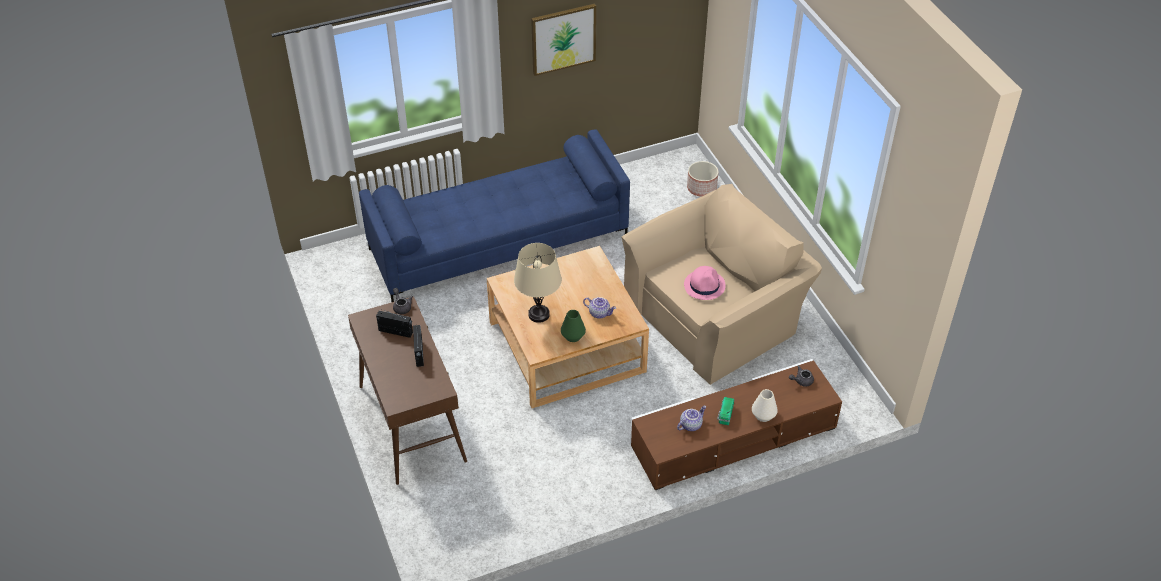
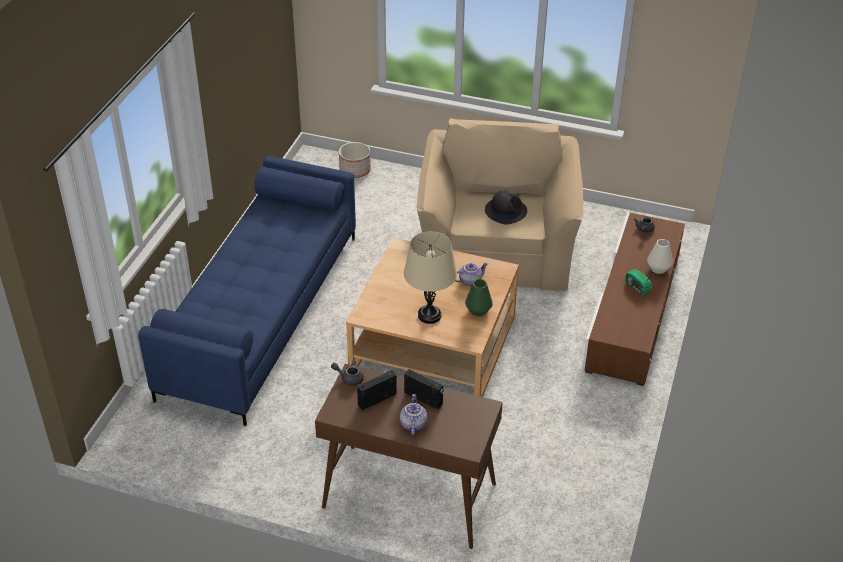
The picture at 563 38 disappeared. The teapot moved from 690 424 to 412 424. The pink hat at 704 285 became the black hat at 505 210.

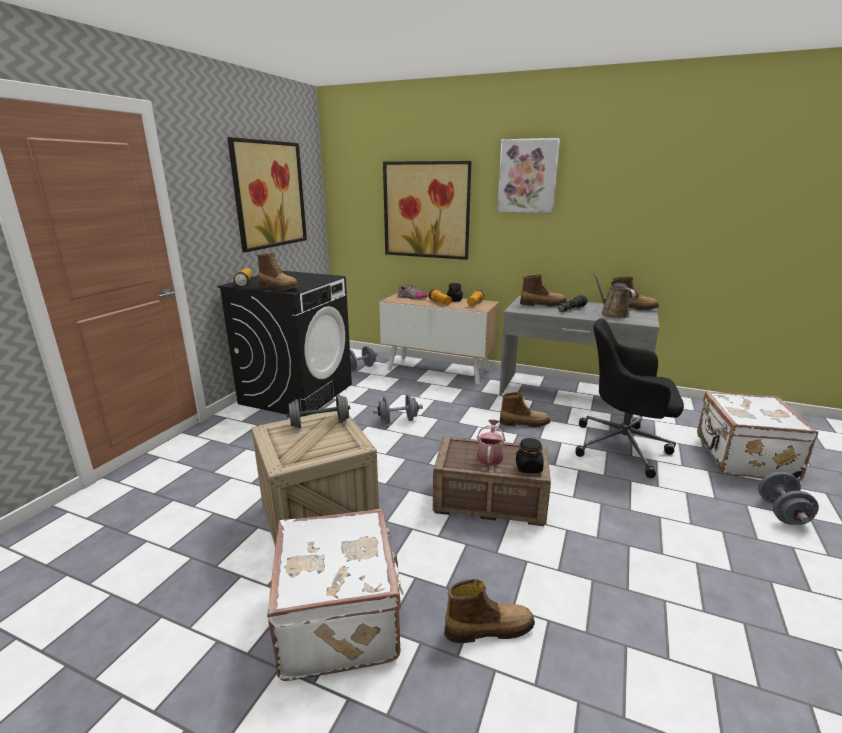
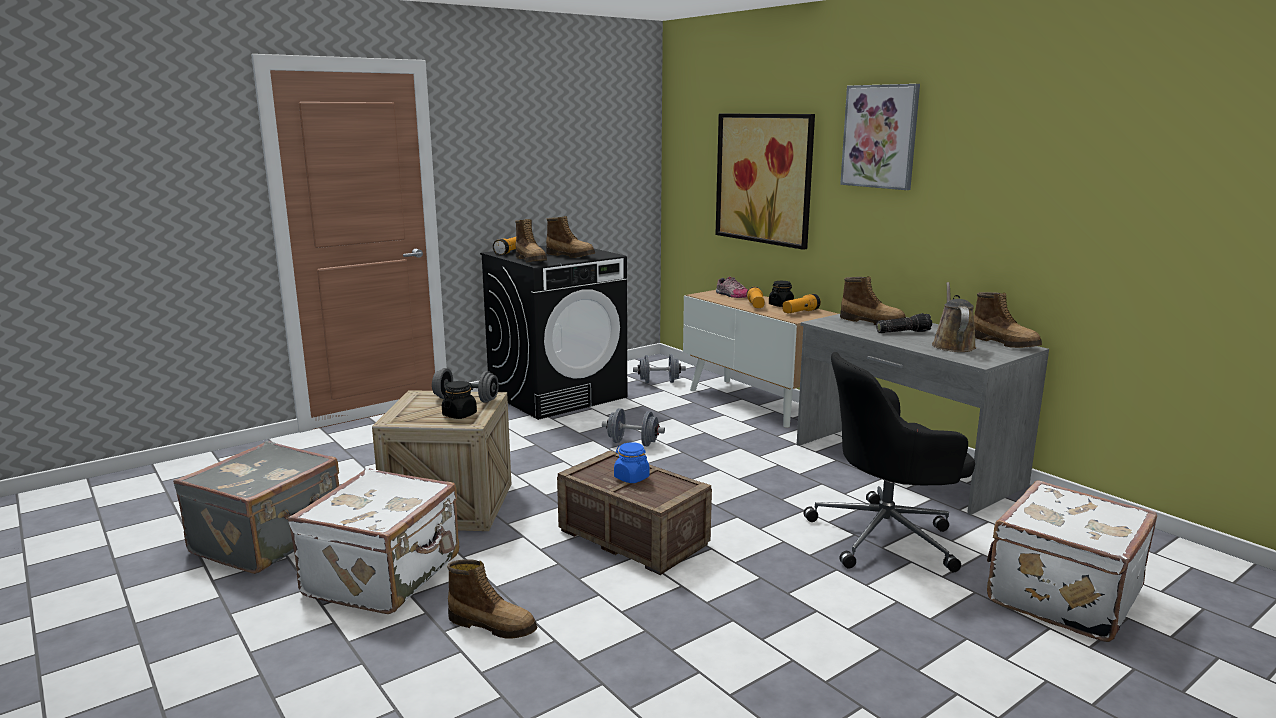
The picture at 269 194 disappeared. The watering can at 490 456 was replaced by the blue jar at 631 478. The boot moved from 524 423 to 571 256. The black jar moved from 528 467 to 459 415. The black office chair at 624 447 turned 60 degrees counterclockwise. The grey dumbbell at 782 512 disappeared. The grey suitcase at 270 540 appeared.

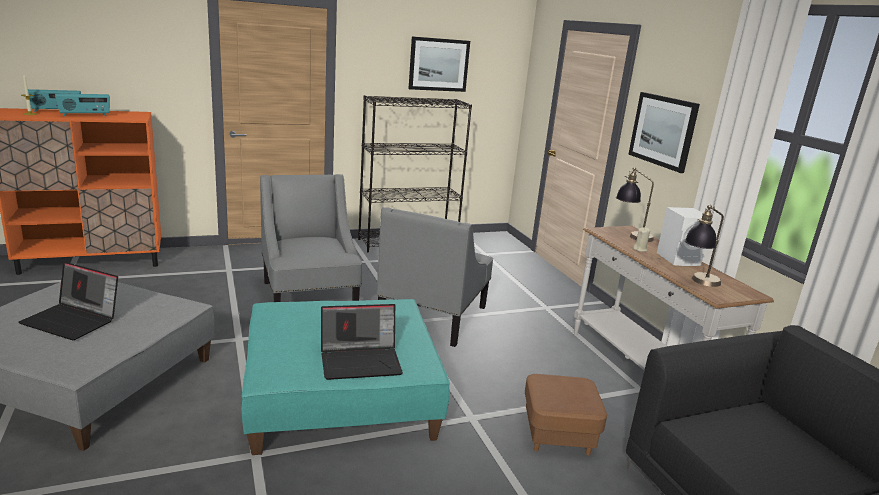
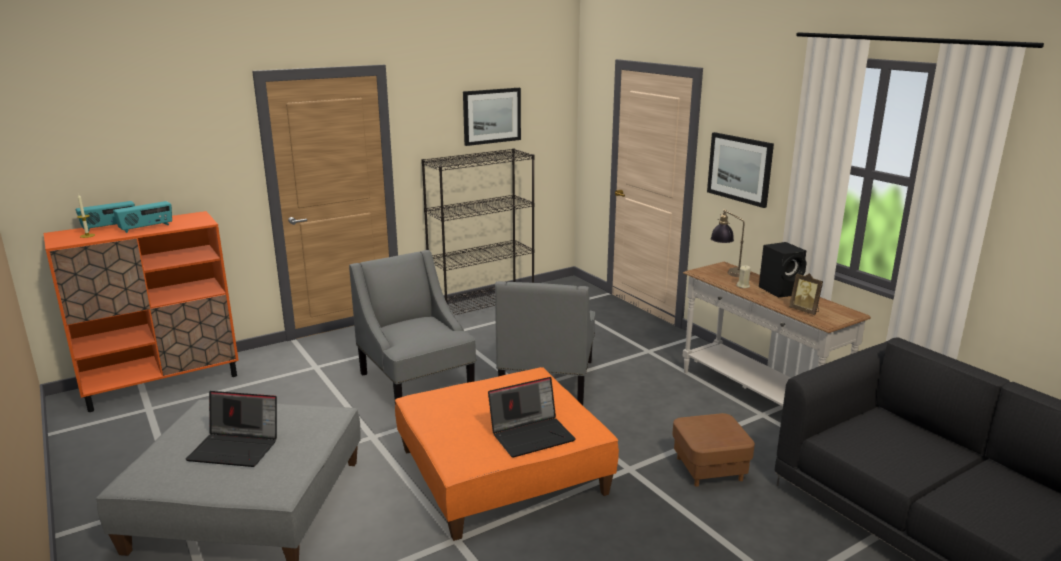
The turquoise ottoman at 341 394 became the orange ottoman at 502 471. The white speaker at 680 259 became the black speaker at 780 290. The table lamp at 698 282 was replaced by the picture frame at 805 311.

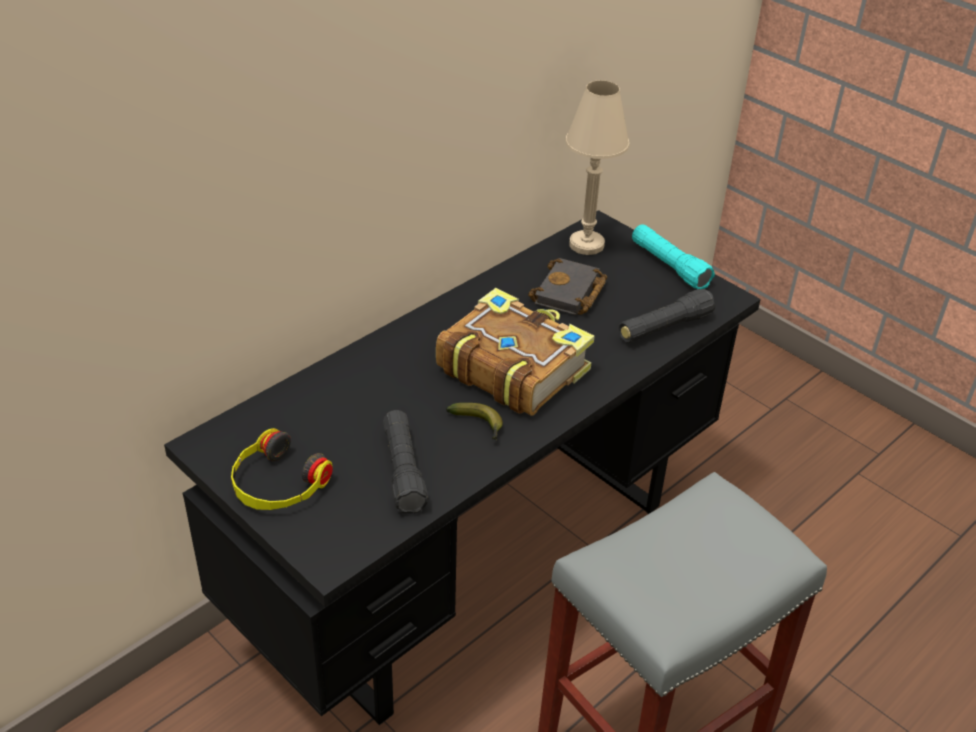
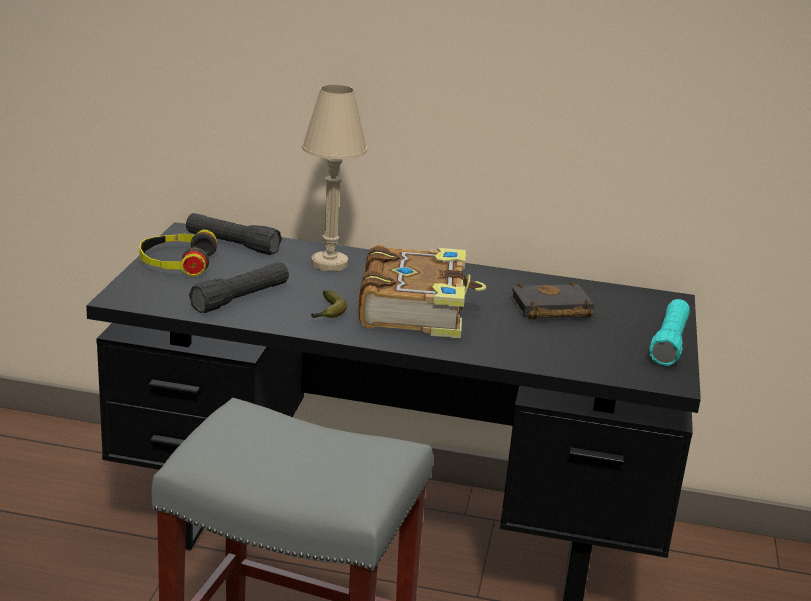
The beige table lamp moved from 586 245 to 329 264. The black flashlight moved from 664 327 to 232 244.

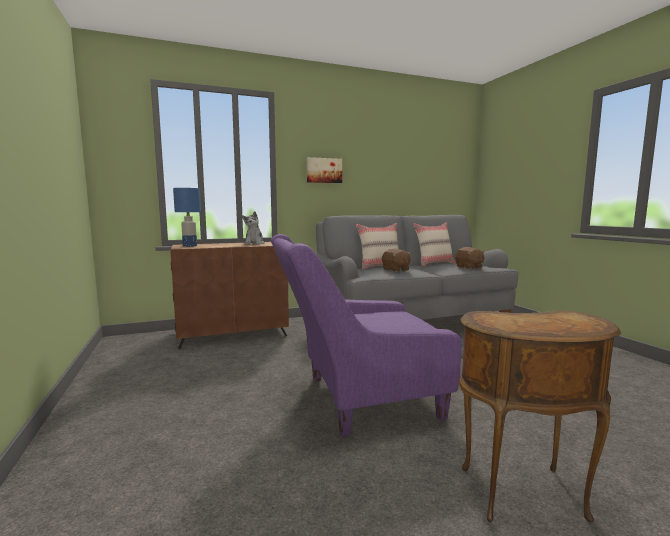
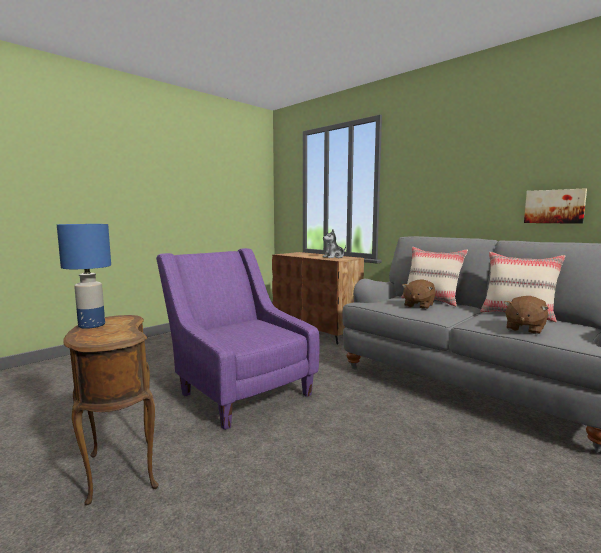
The blue table lamp moved from 189 246 to 91 325. The picture moved from 324 170 to 554 206.

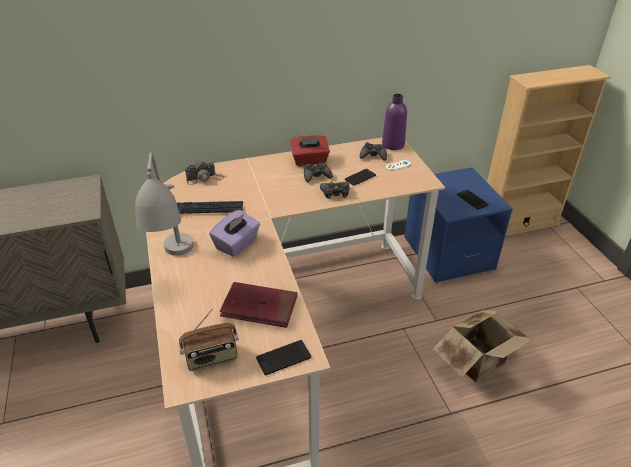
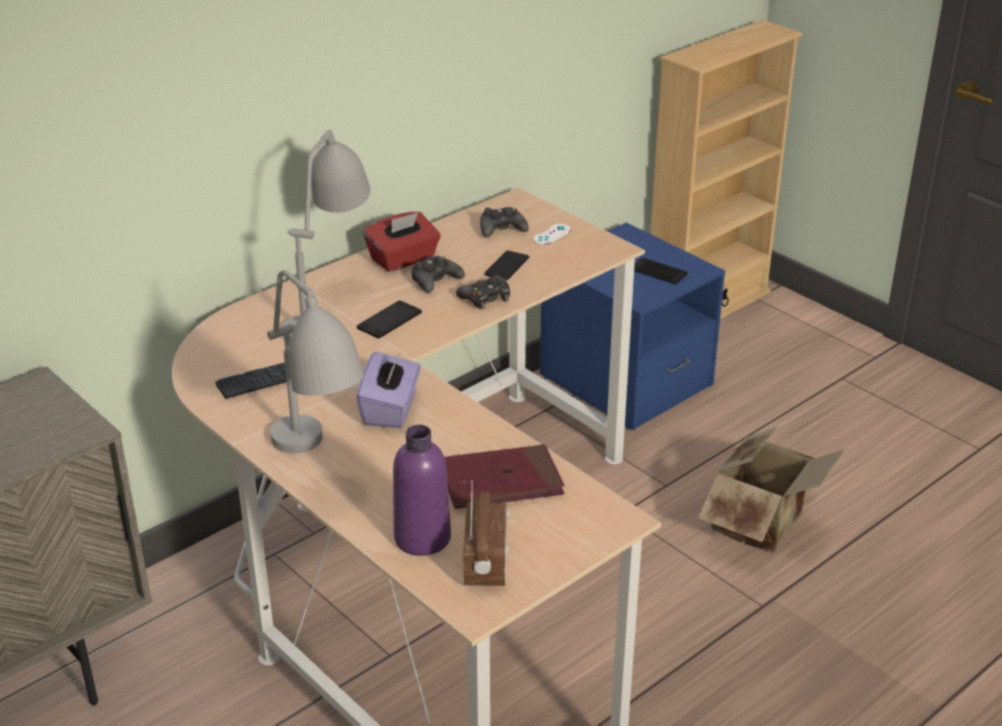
The radio at 212 358 turned 45 degrees counterclockwise. The photo camera at 205 178 disappeared. The phone moved from 283 358 to 389 320. The purple bottle moved from 393 144 to 422 538. The grey table lamp at 331 309 appeared.

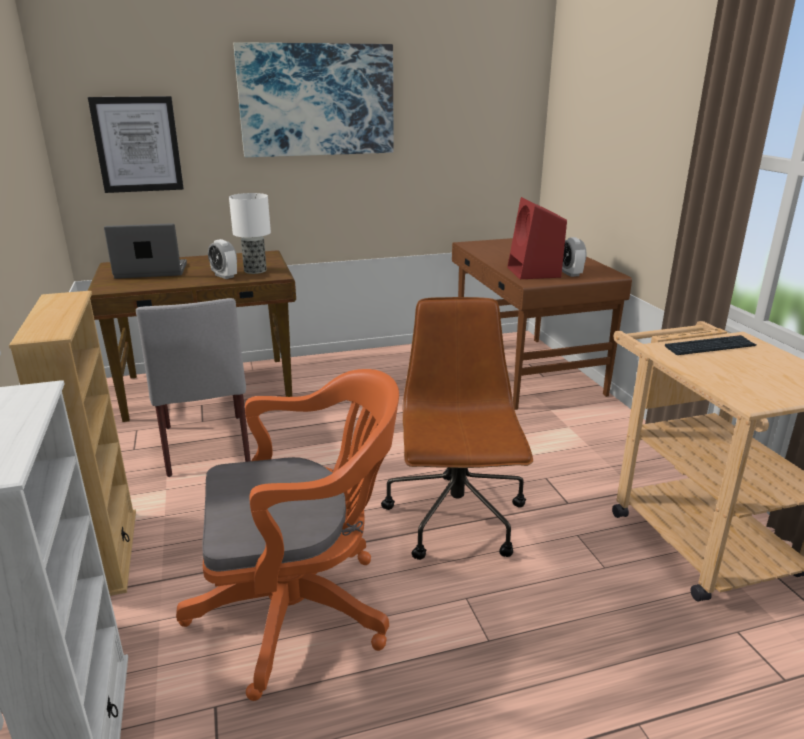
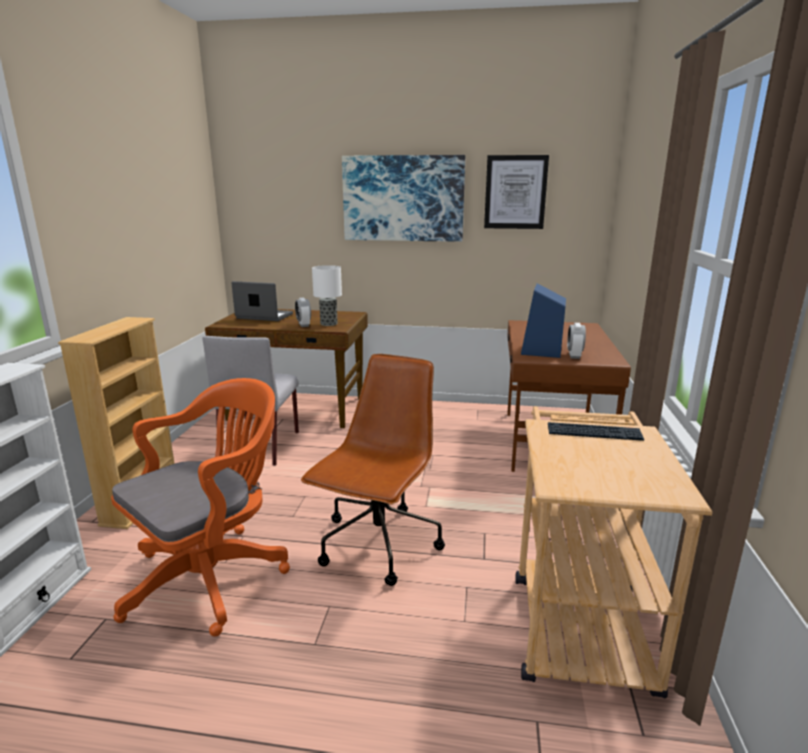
The picture moved from 137 144 to 515 192. The orange office chair at 302 610 turned 60 degrees counterclockwise. The red speaker at 534 273 became the blue speaker at 541 351.

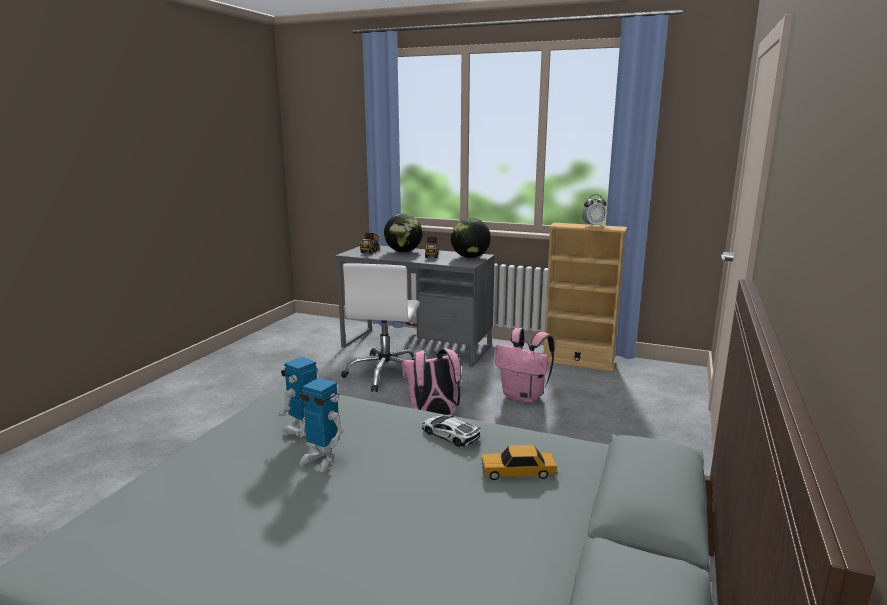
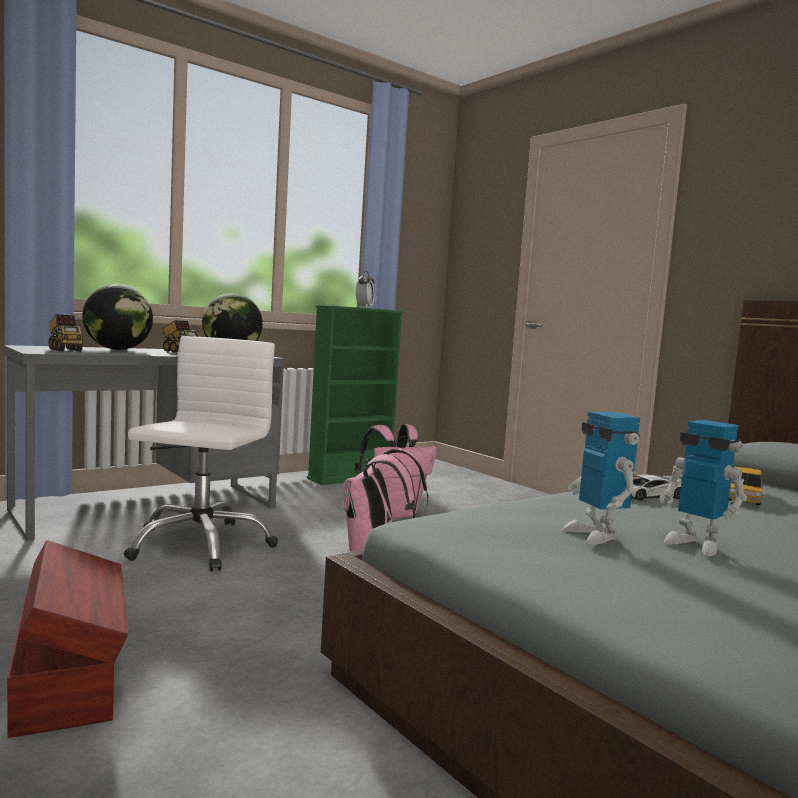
The toy robot at 321 460 turned 75 degrees clockwise. The white office chair at 386 374 turned 120 degrees counterclockwise. The beige bookcase at 578 362 became the green bookcase at 350 477. The brown storage box at 69 677 appeared.

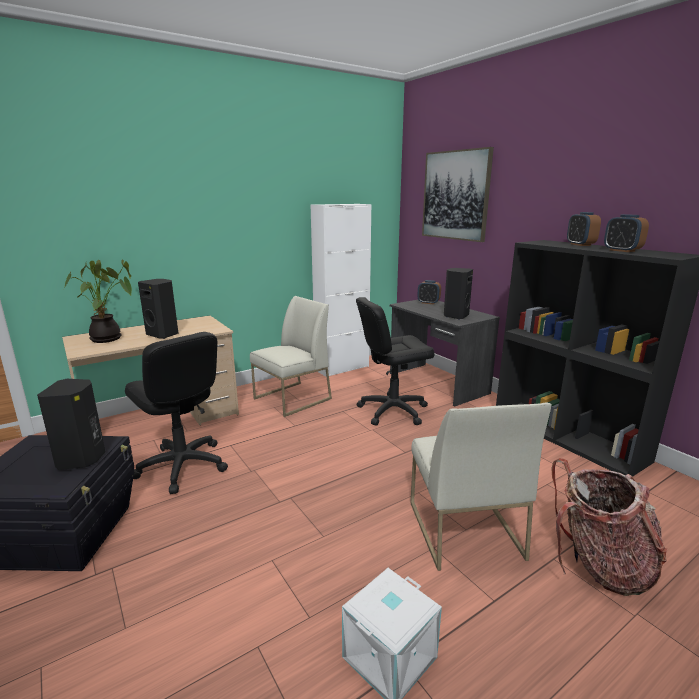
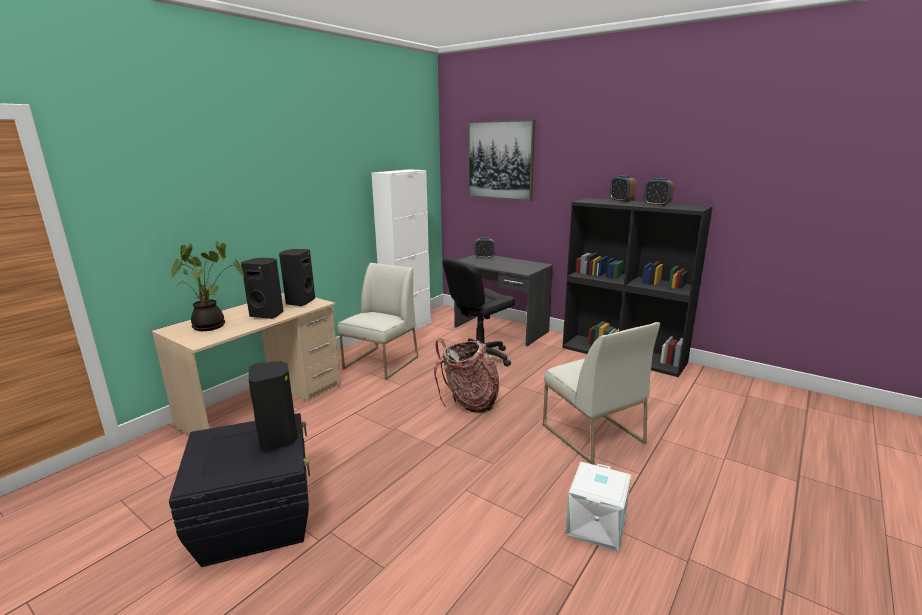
The black office chair at 182 466 disappeared. The black speaker moved from 455 316 to 299 302. The backpack moved from 598 565 to 469 402.

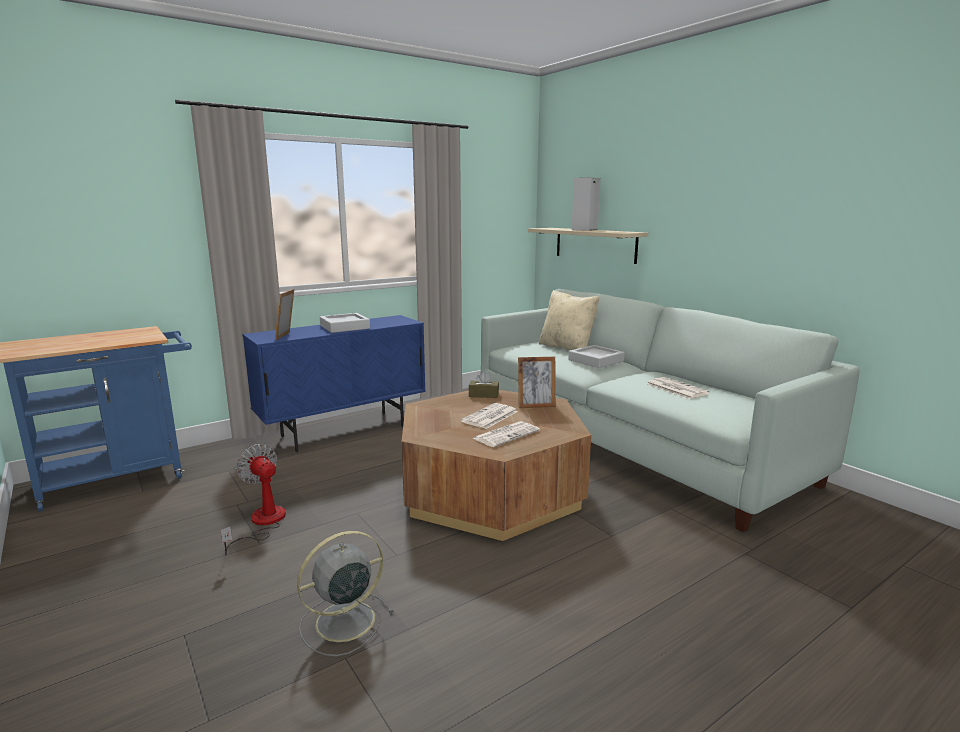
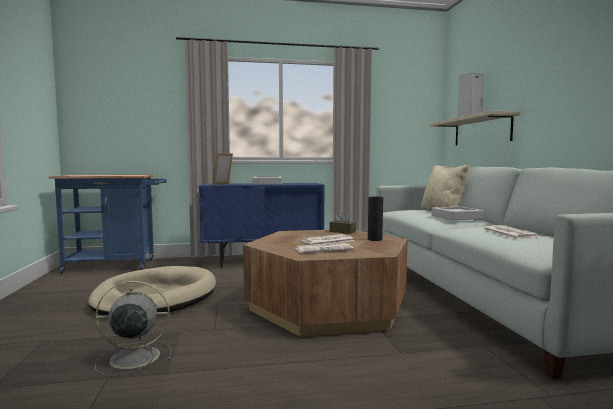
The fan at 262 523 was replaced by the beige dog bed at 156 297. The picture frame at 536 406 was replaced by the black vase at 375 239.

